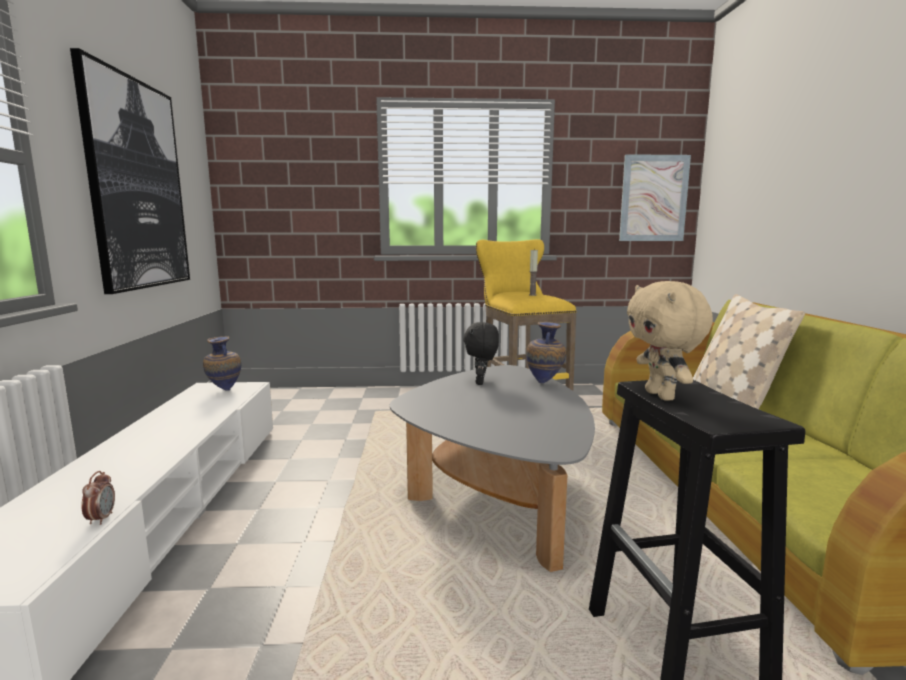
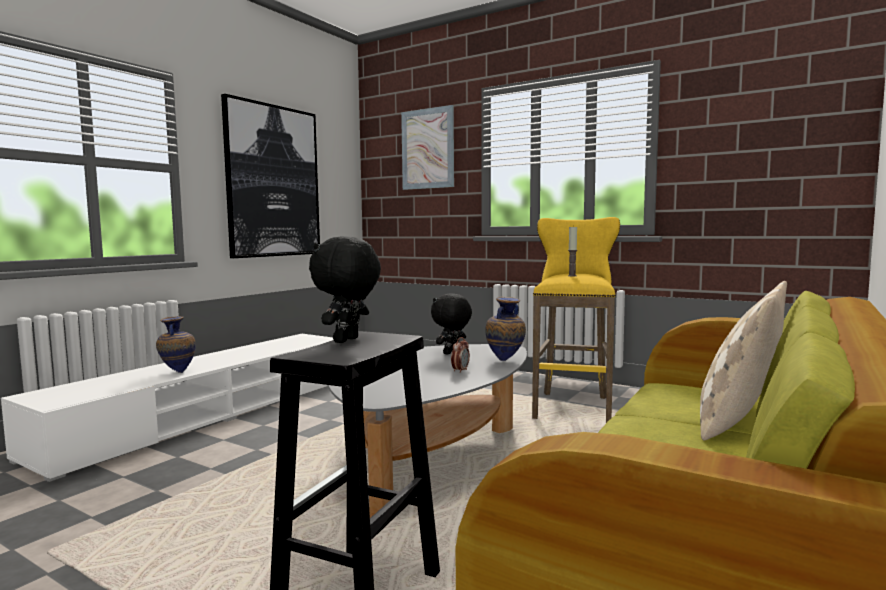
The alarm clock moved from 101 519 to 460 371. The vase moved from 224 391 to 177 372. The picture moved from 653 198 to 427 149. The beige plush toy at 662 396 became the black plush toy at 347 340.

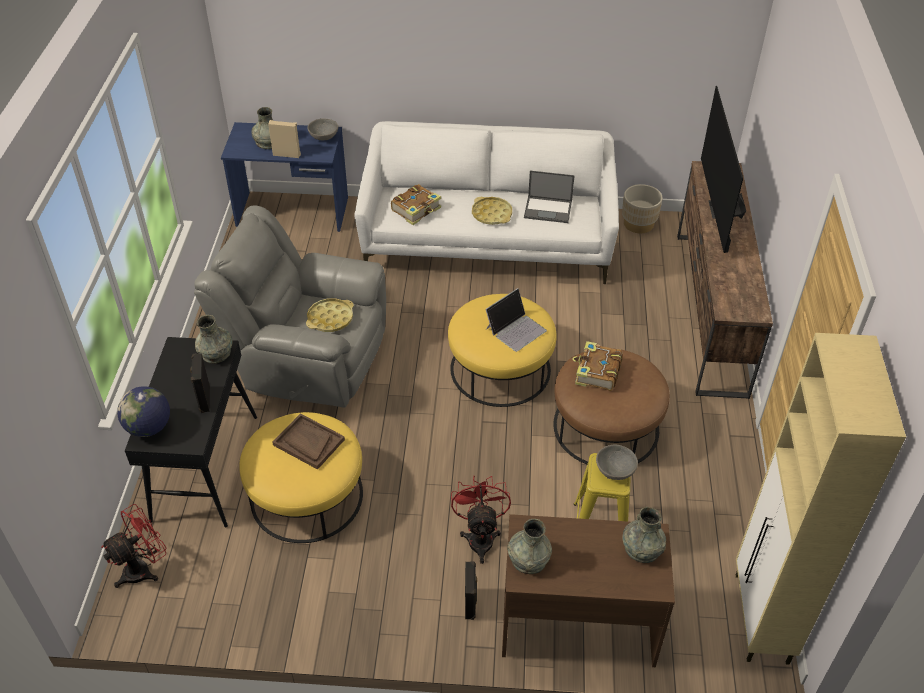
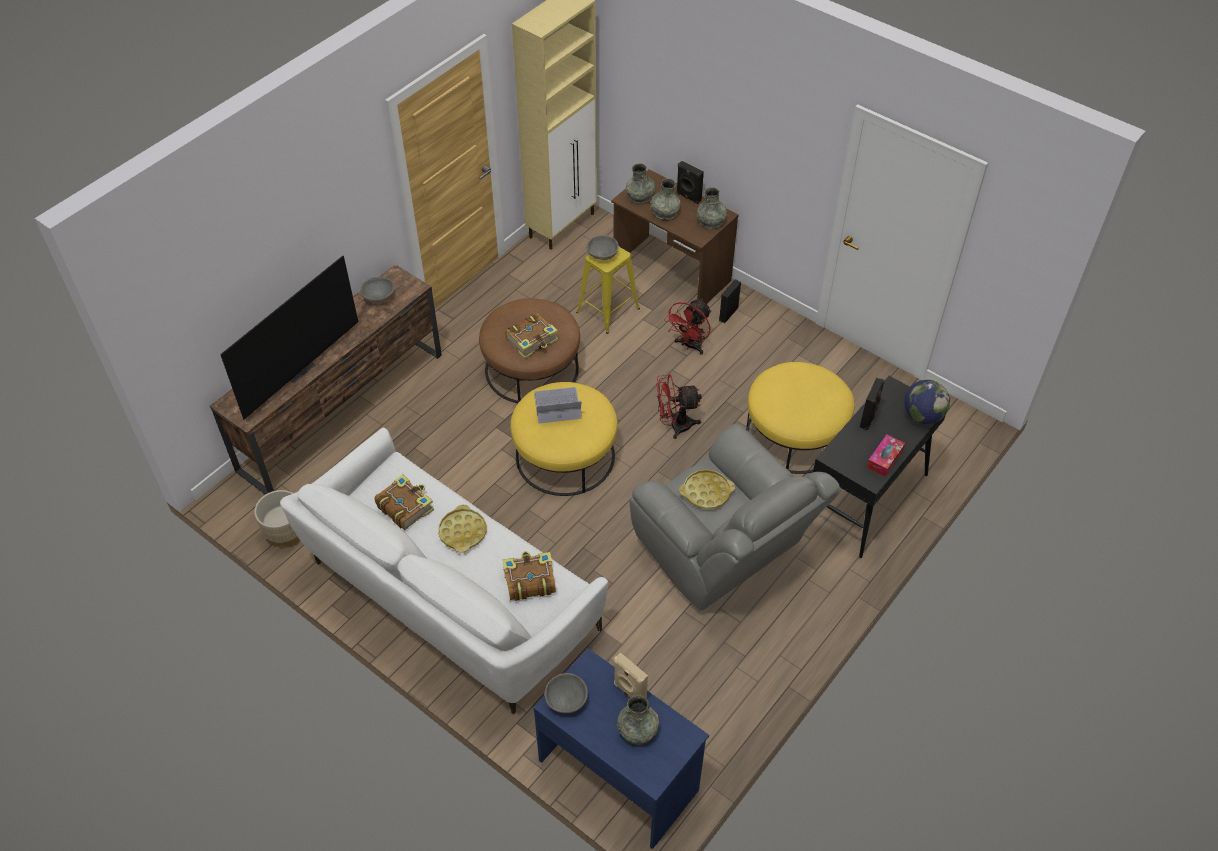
The red fan moved from 143 568 to 675 425. The grey vase moved from 216 352 to 665 213. The brown tray at 308 442 disappeared. The laptop at 548 209 was replaced by the book at 405 507. The grey bowl at 379 297 appeared. The black speaker at 688 197 appeared. The tissue box at 884 459 appeared.

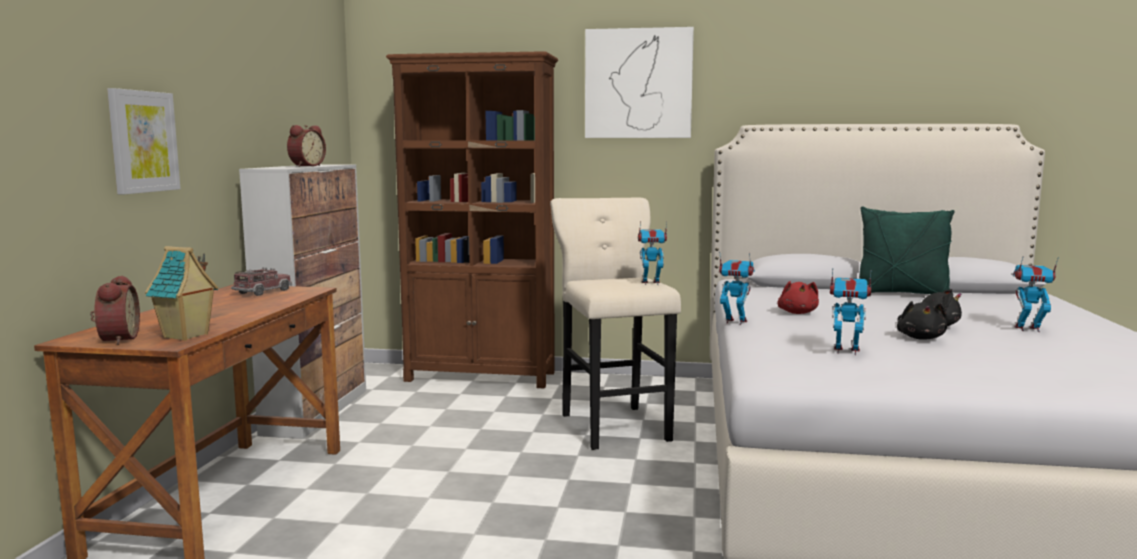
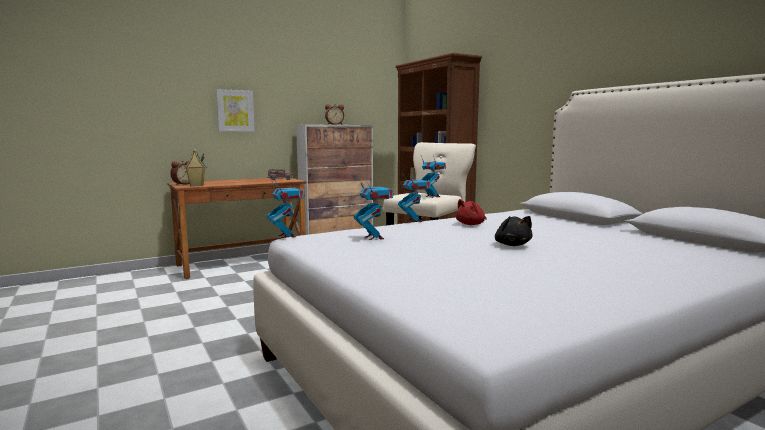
The picture at 638 84 disappeared. The green pillow at 902 294 disappeared. The black plush toy at 921 338 disappeared. The toy robot moved from 1028 329 to 287 236.

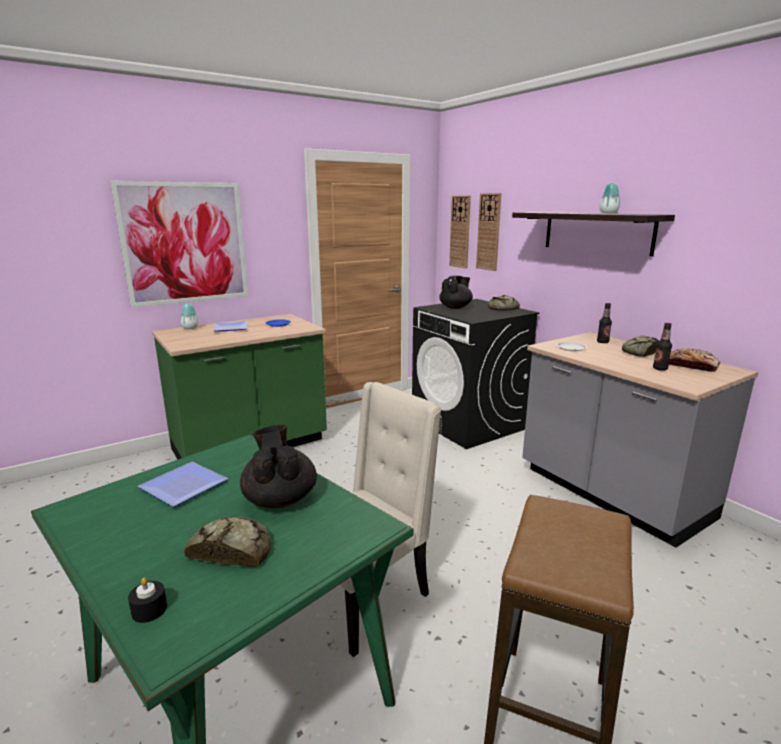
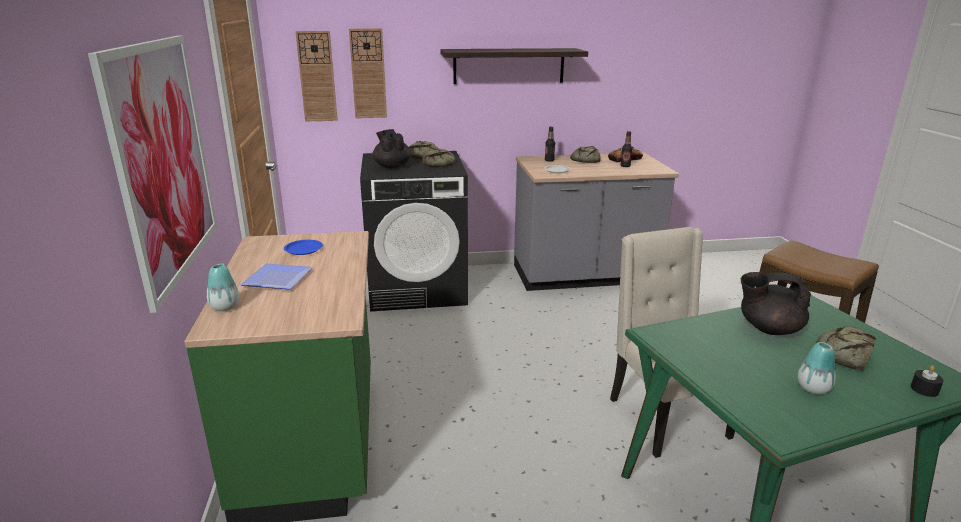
The plate at 183 488 disappeared. The vase moved from 608 213 to 813 388. The bread at 440 163 appeared.

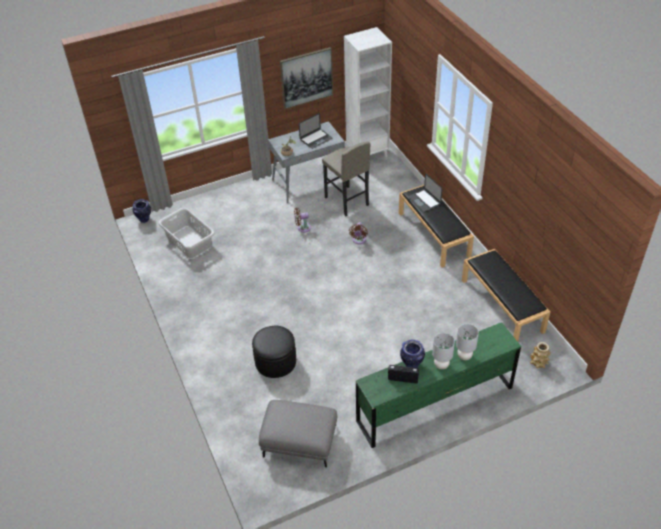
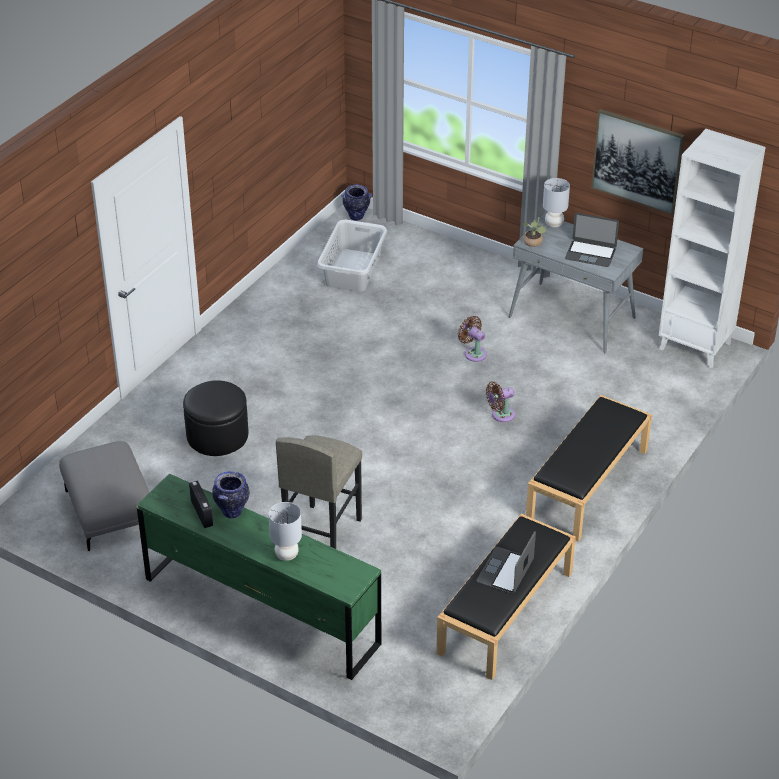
The grey stool moved from 346 201 to 322 534. The laptop moved from 424 200 to 505 571. The grey table lamp moved from 441 365 to 553 224. The vase at 538 362 disappeared.

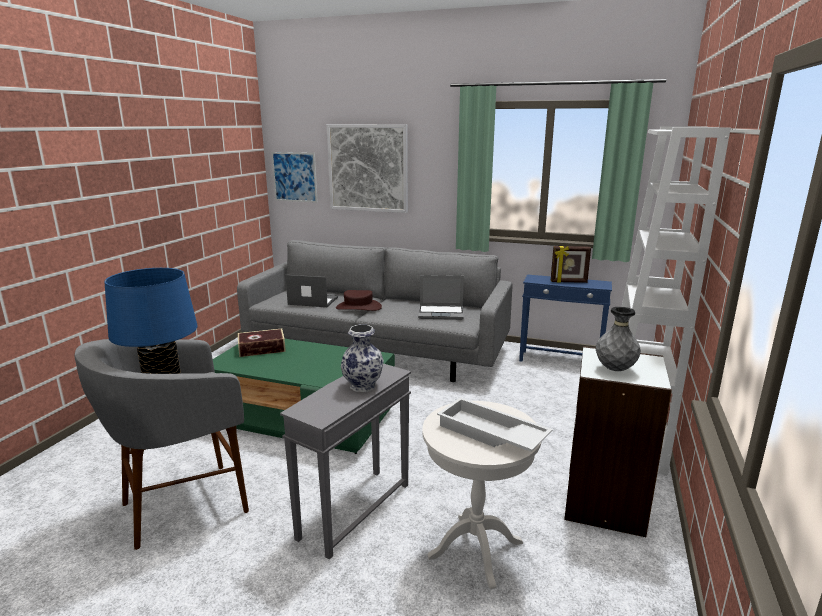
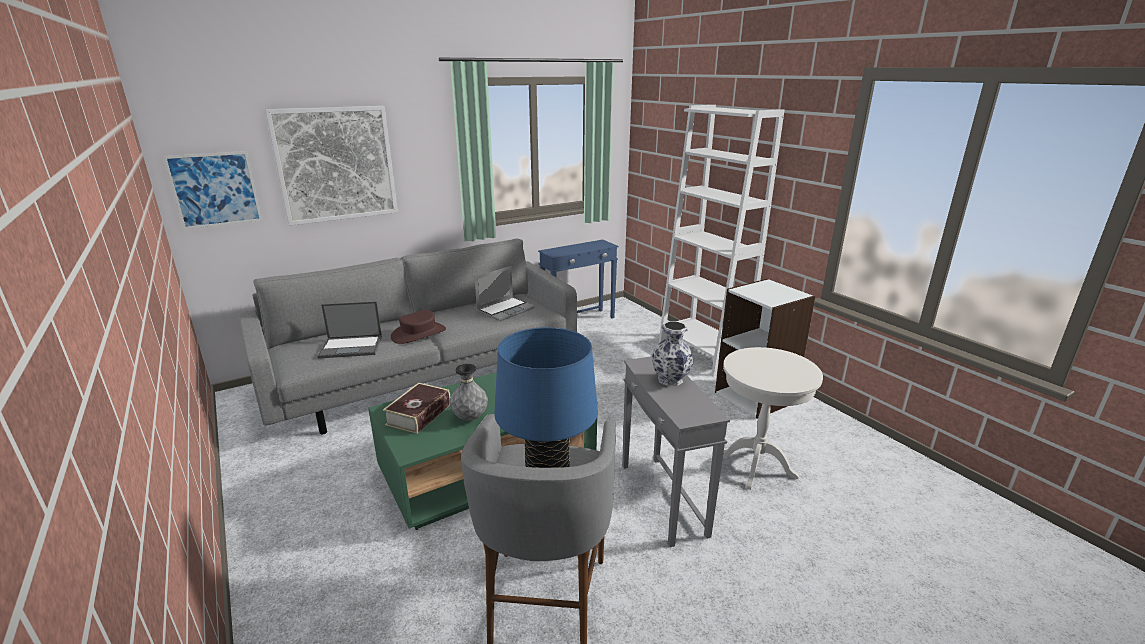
The laptop at 312 301 turned 150 degrees counterclockwise. The white tray at 490 434 disappeared. The picture frame at 568 282 disappeared. The grey vase moved from 615 369 to 470 418.

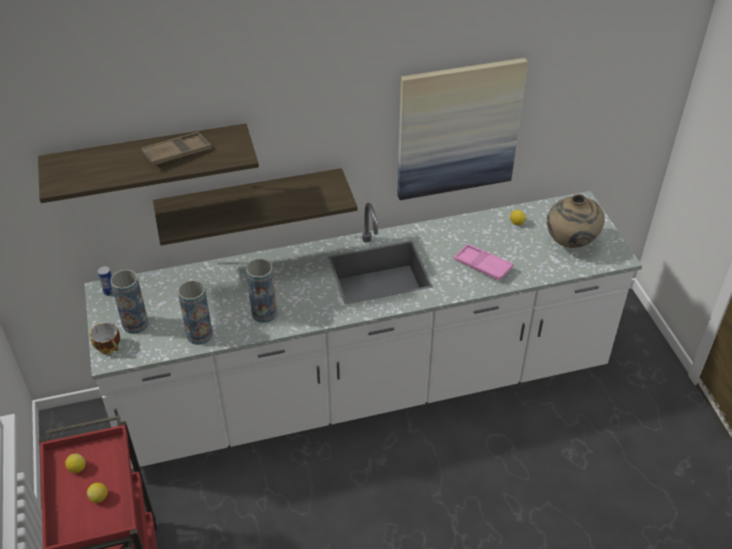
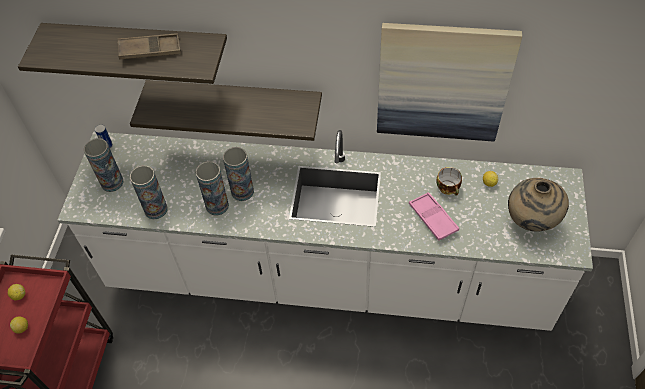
The cup moved from 109 347 to 449 188. The vase at 242 191 appeared.

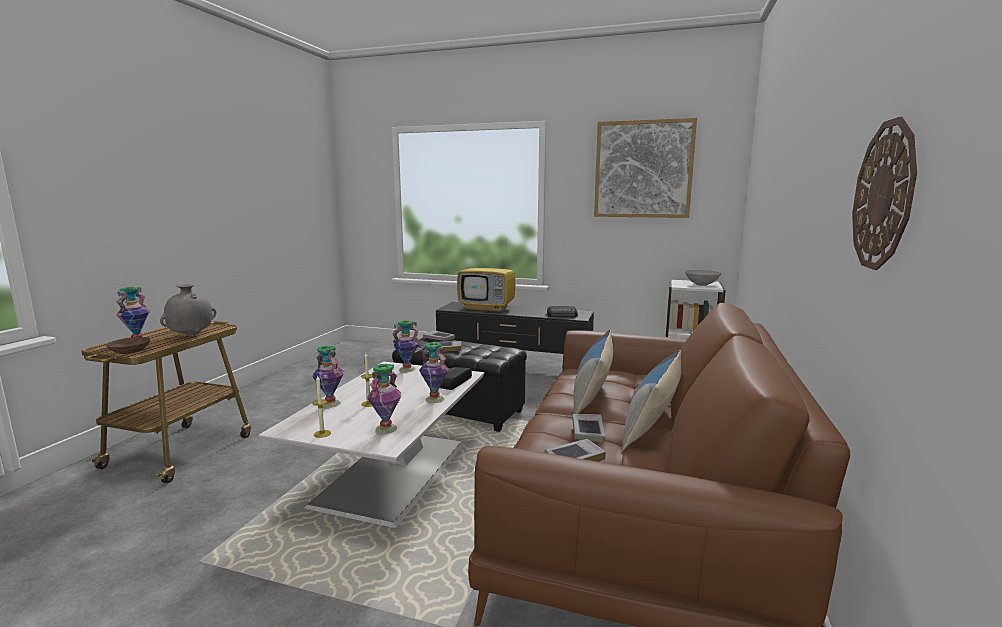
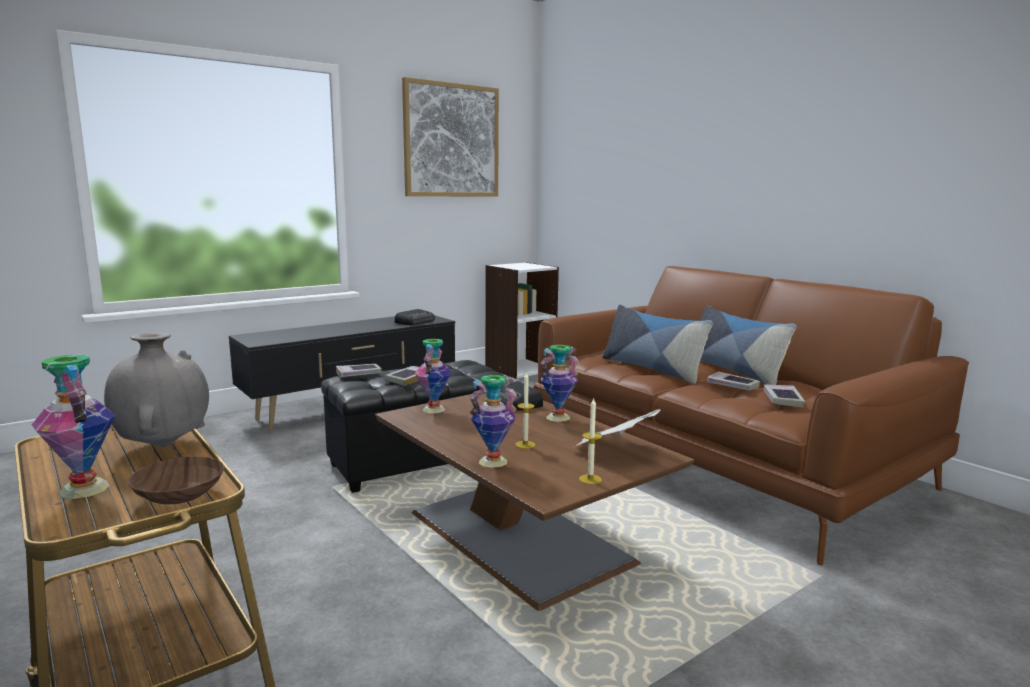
The white coffee table at 392 475 became the brown coffee table at 521 539. The vase at 386 428 was replaced by the newspaper at 614 450. The television at 488 309 disappeared. The grey bowl at 701 285 disappeared. The wall clock at 884 195 disappeared.

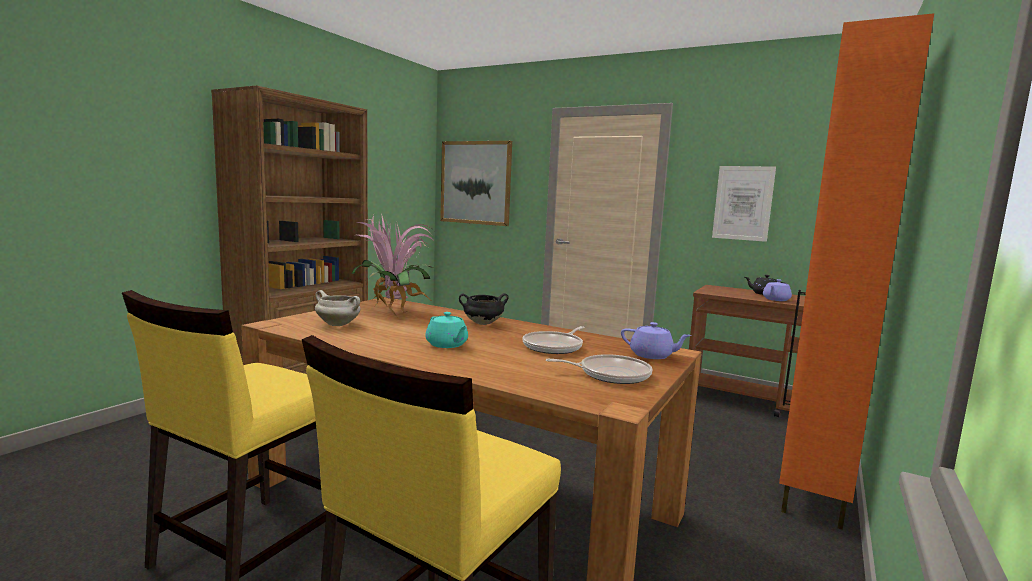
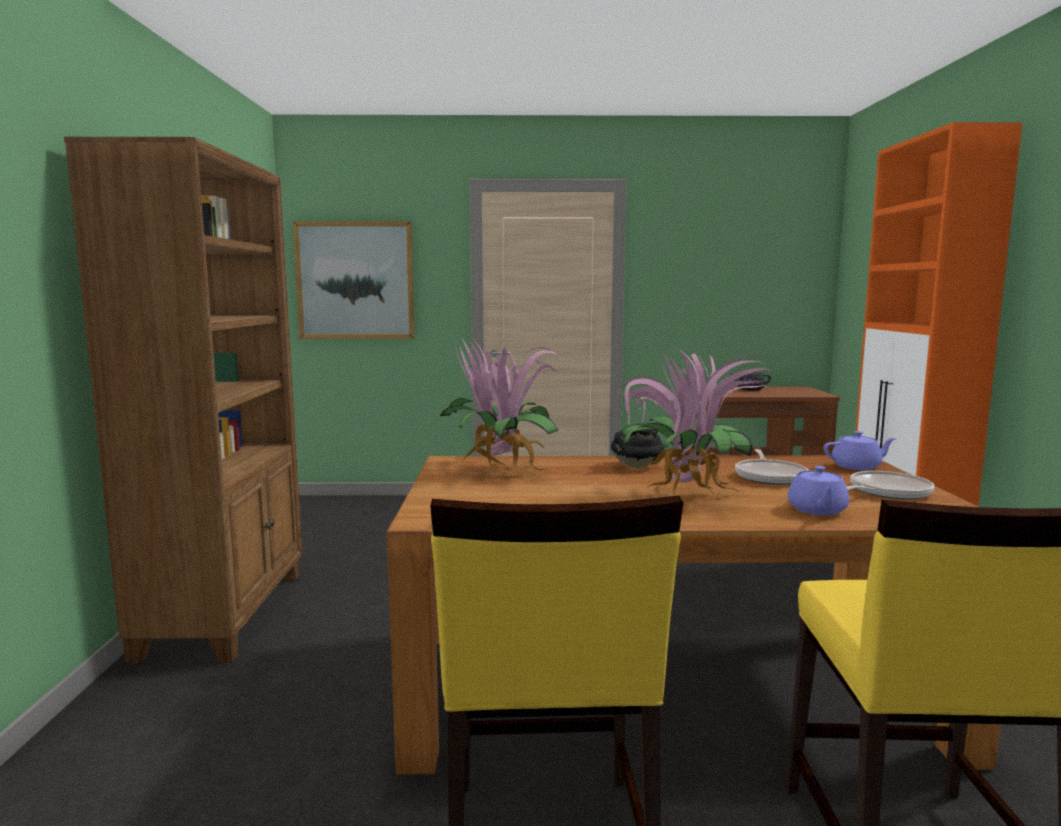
The white cooking pot at 339 324 disappeared. The turquoise teapot at 447 345 was replaced by the potted plant at 684 497. The picture at 743 203 disappeared. The purple teapot moved from 775 299 to 817 510.

